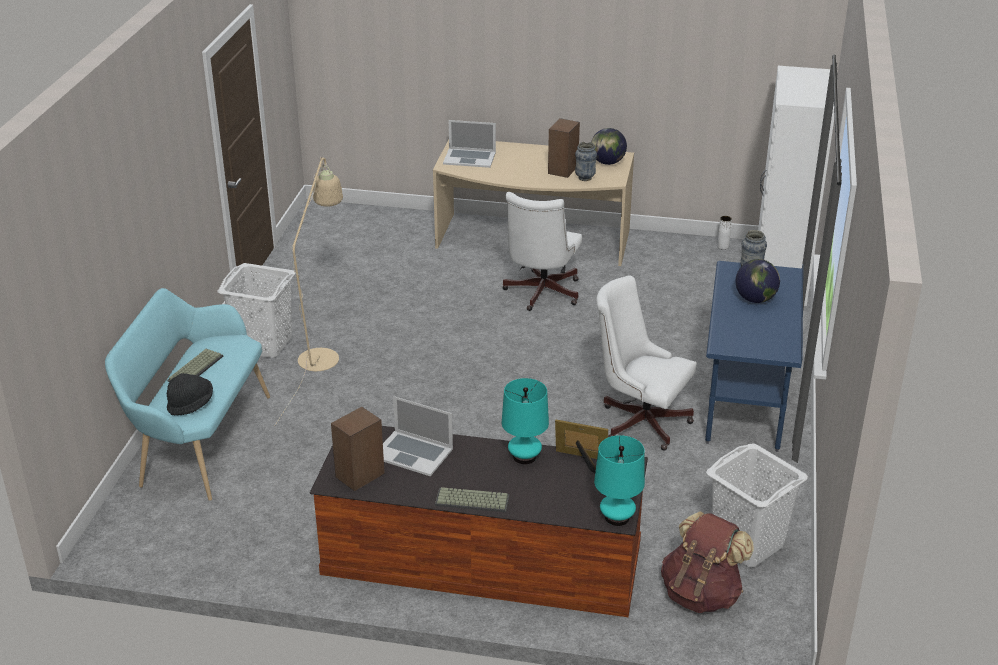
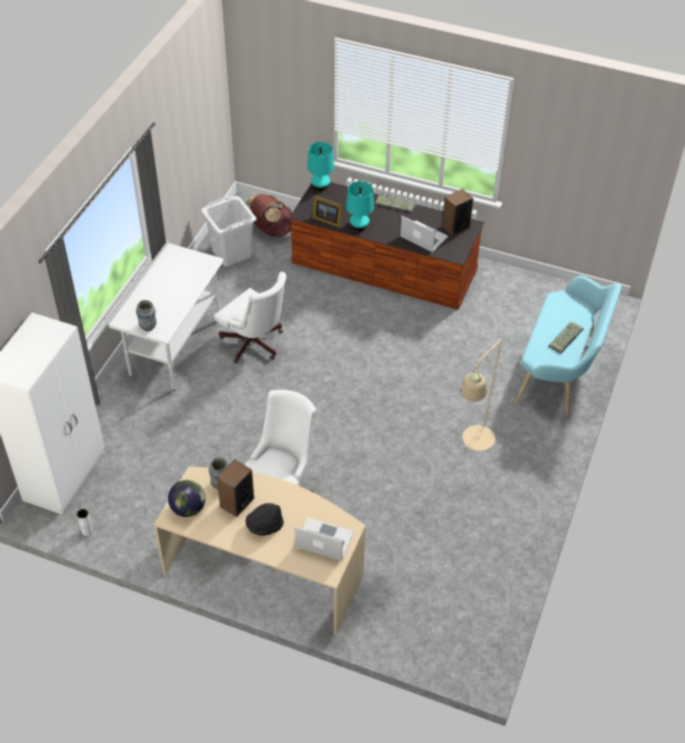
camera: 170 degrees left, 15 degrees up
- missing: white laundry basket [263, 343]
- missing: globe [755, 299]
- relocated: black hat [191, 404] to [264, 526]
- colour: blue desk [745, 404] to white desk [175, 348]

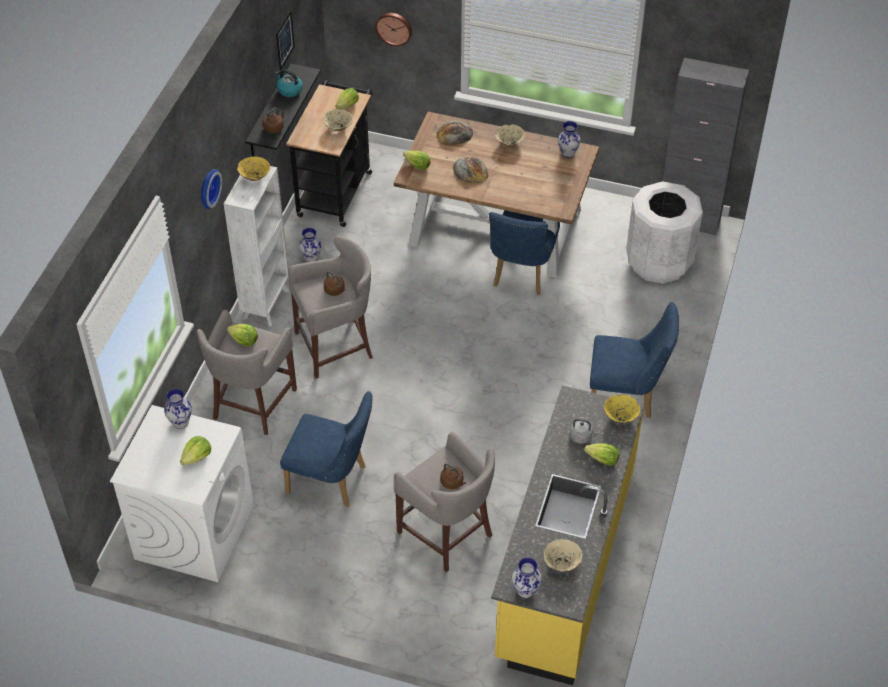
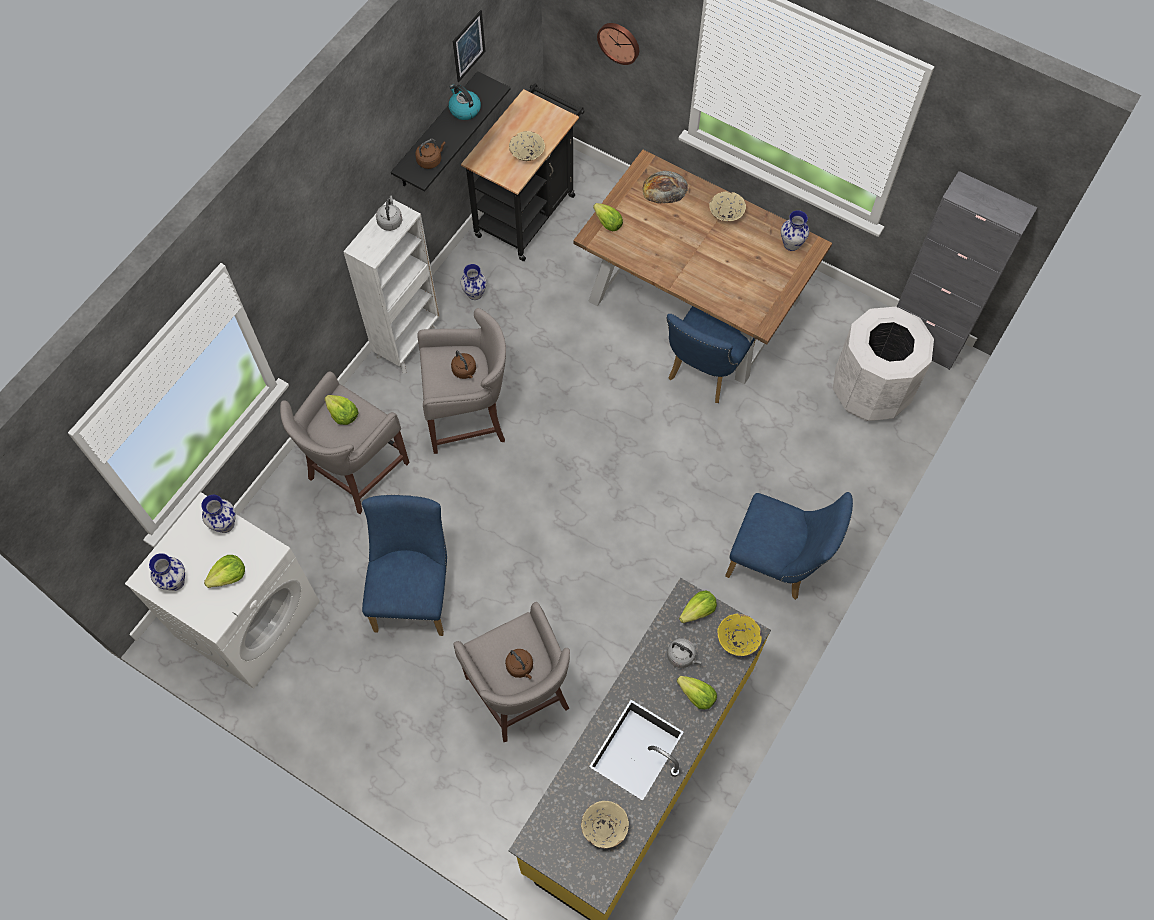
camera: 15 degrees right, 15 degrees up
- missing: wall clock [207, 188]
- missing: bread [470, 170]
- relocated: lettuce [347, 106] to [698, 611]
- relocated: vase [525, 590] to [175, 581]
- exchanged: yellow bowl [254, 176] to grey kettle [390, 221]
- spun: blue chair [332, 481] = [414, 592] 120 degrees counterclockwise

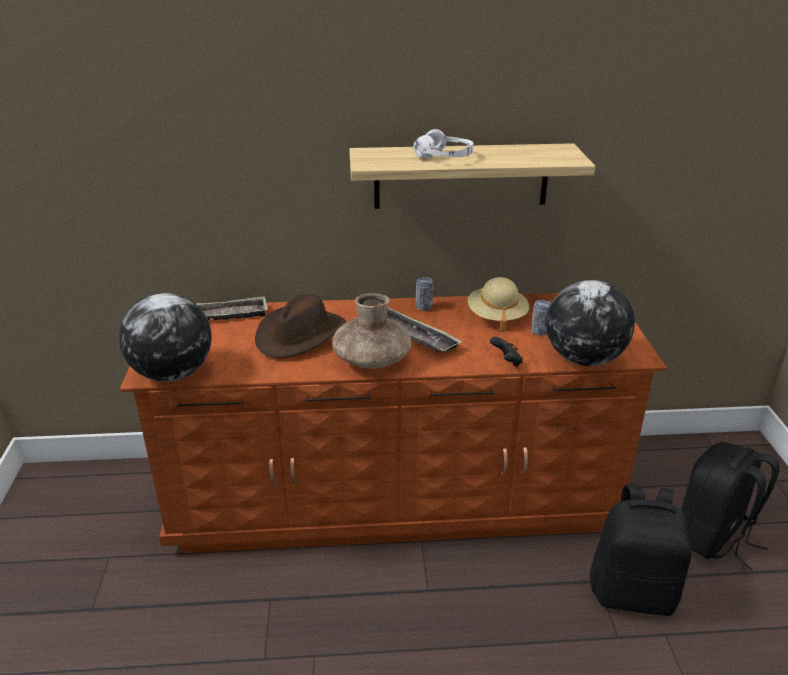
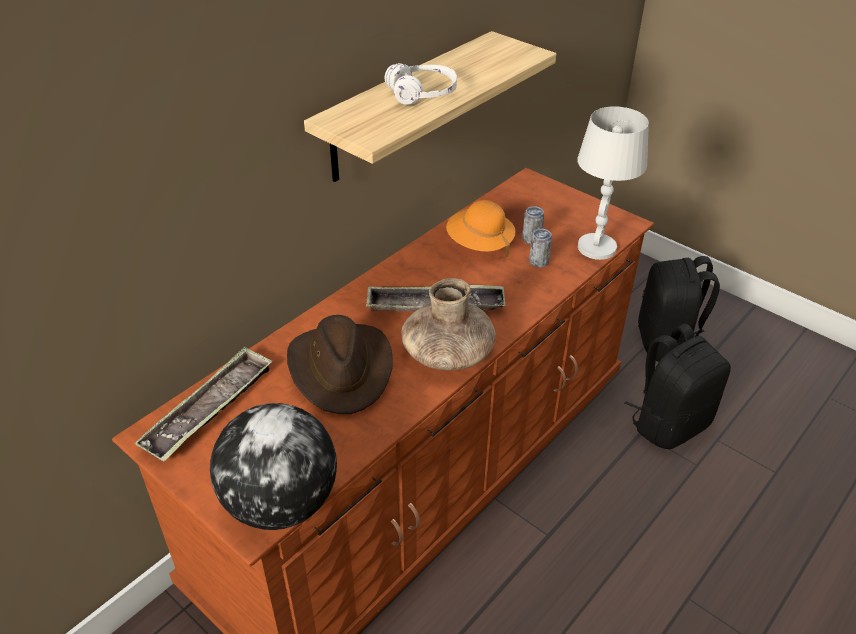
camera: 45 degrees left, 10 degrees up
- missing: black game controller [506, 362]
- relocated: can [424, 307] to [538, 262]
- exchanged: globe [583, 359] to white table lamp [597, 248]
- colour: beige hat [496, 317] to orange hat [479, 243]

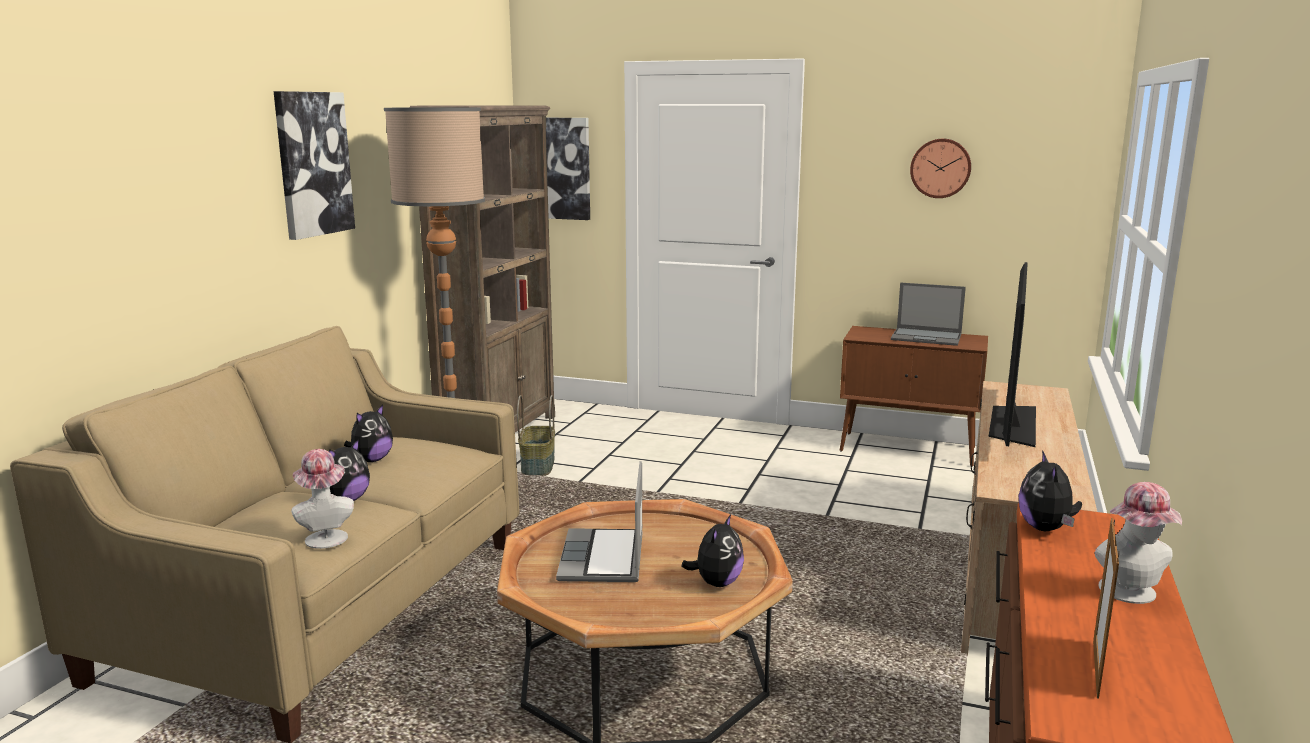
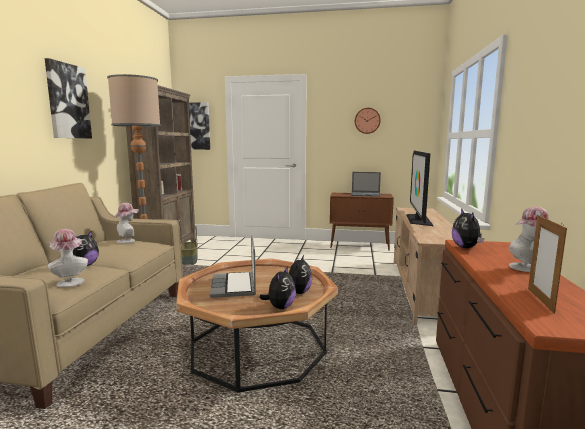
camera: 10 degrees left, 5 degrees down
- appeared: hat [128, 240]
- relocated: plush toy [371, 460] to [280, 307]

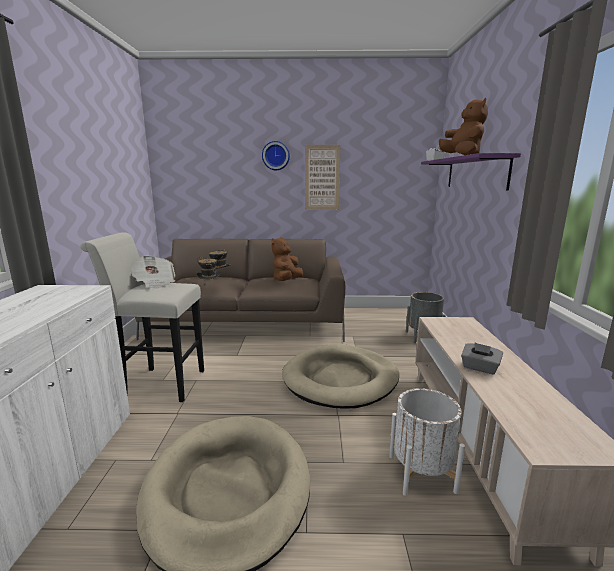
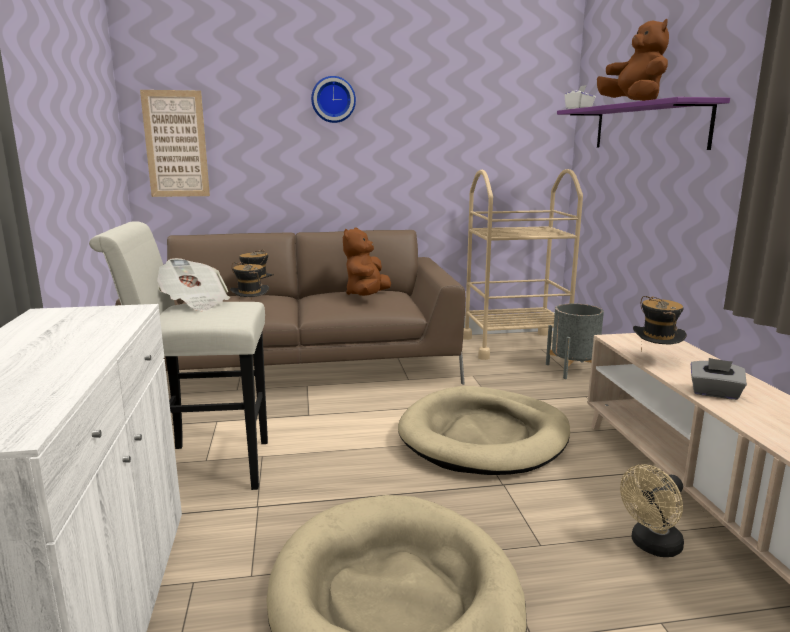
camera: 10 degrees left, 0 degrees up
- appeared: beige cart [515, 345]
- appeared: hat [655, 360]
- relocated: picture [322, 178] to [176, 144]
- exchanged: white planter [421, 473] to beige fan [652, 546]

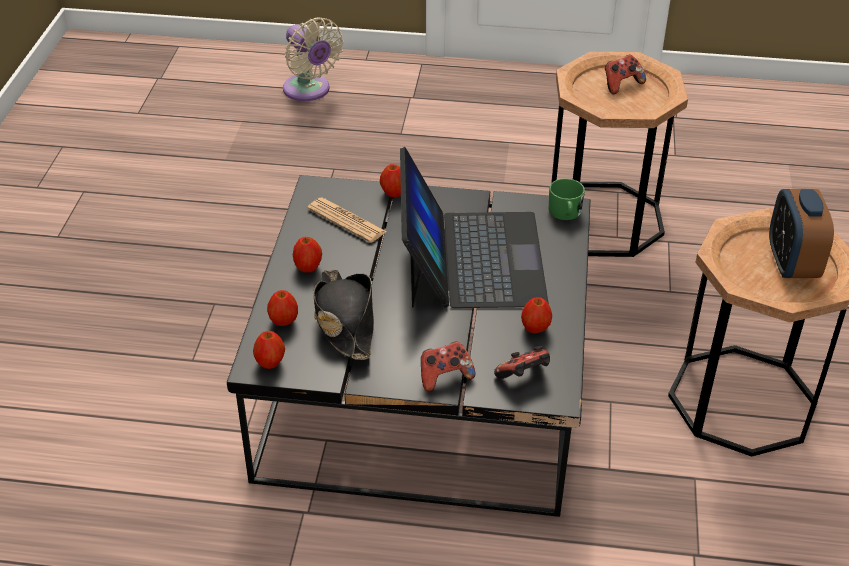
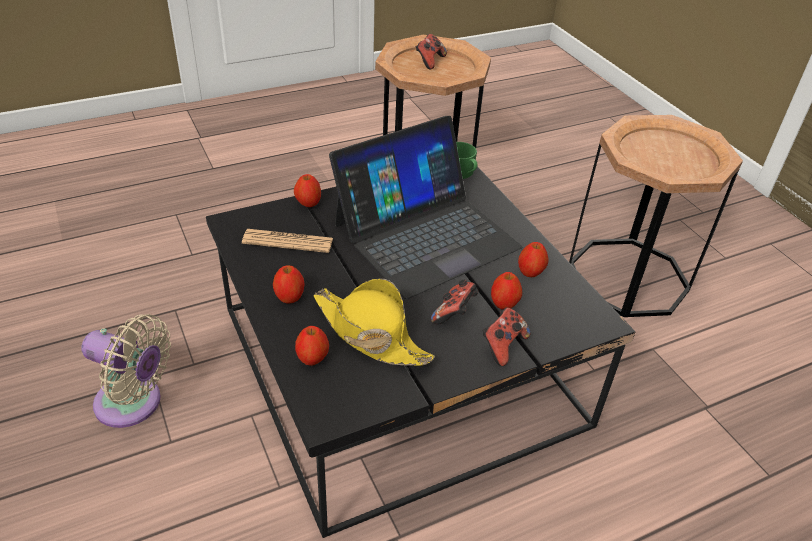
camera: 35 degrees left, 0 degrees up
- missing: alarm clock [791, 264]
- relocated: apple [270, 363] to [504, 304]
- relocated: beige fan [309, 91] to [134, 404]
- relocated: game controller [524, 376] to [454, 314]
- colour: black hat [344, 321] to yellow hat [369, 333]
- spun: laptop [471, 259] = [425, 235] 90 degrees clockwise

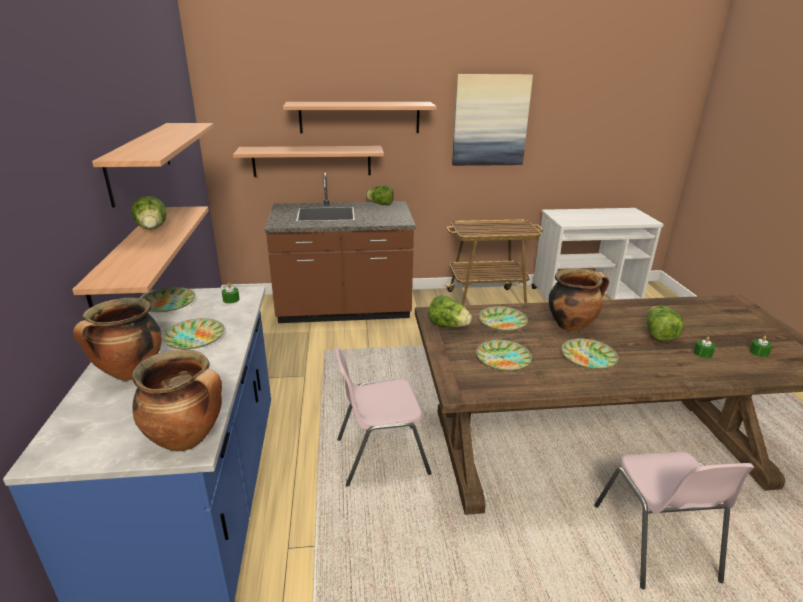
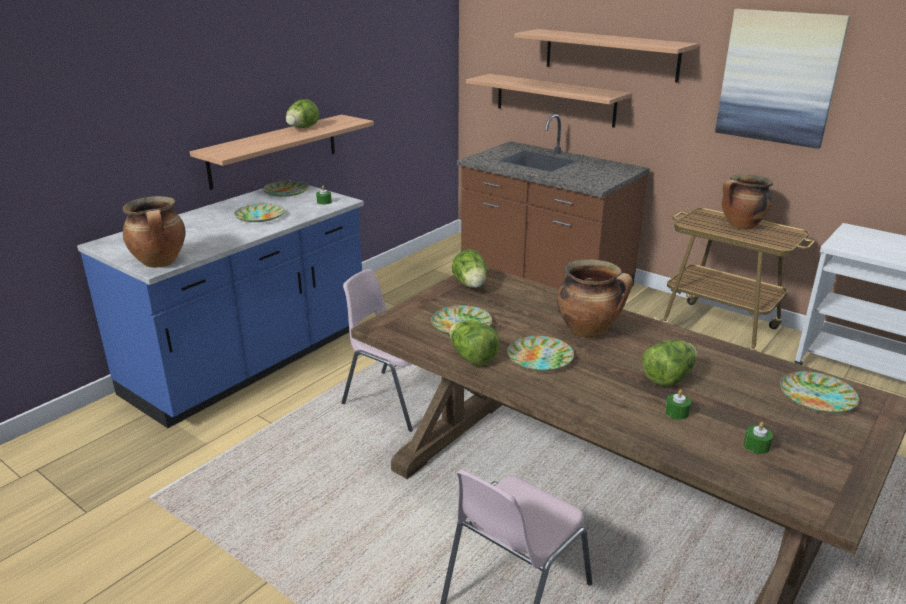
camera: 45 degrees right, 0 degrees up
- missing: shelf [140, 161]
- relocated: cooking pot [131, 373] to [741, 226]
- relocated: lettuce [380, 204] to [472, 357]
- relocated: plate [502, 321] to [817, 396]

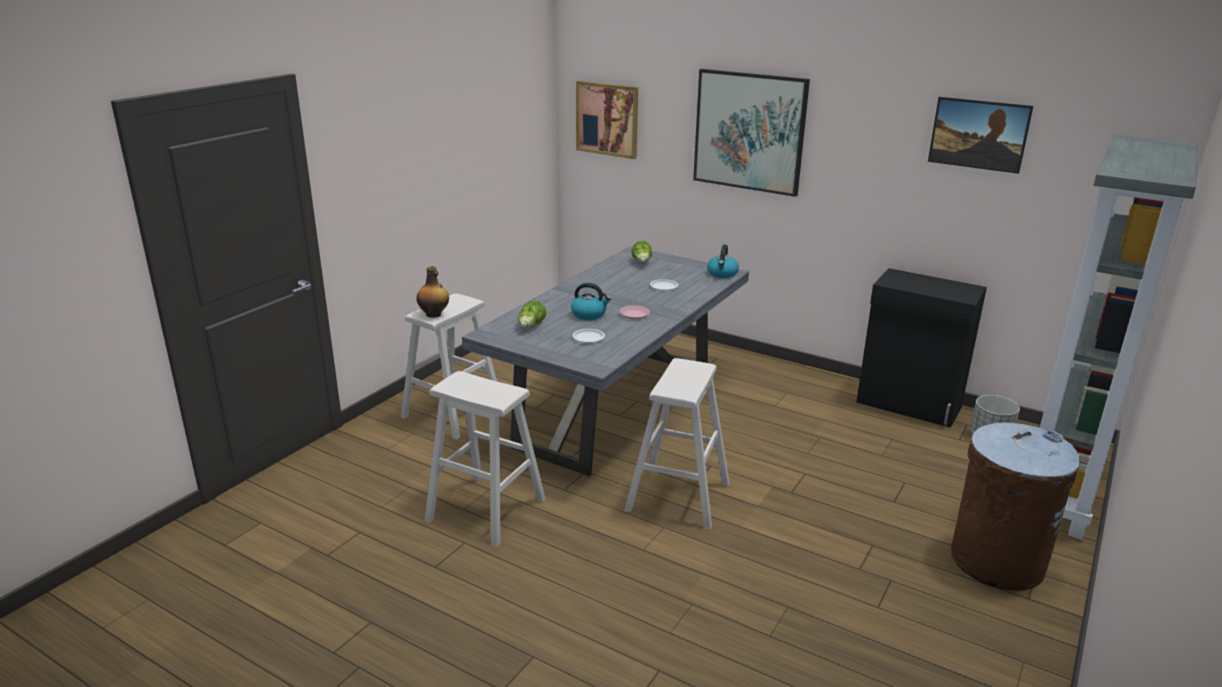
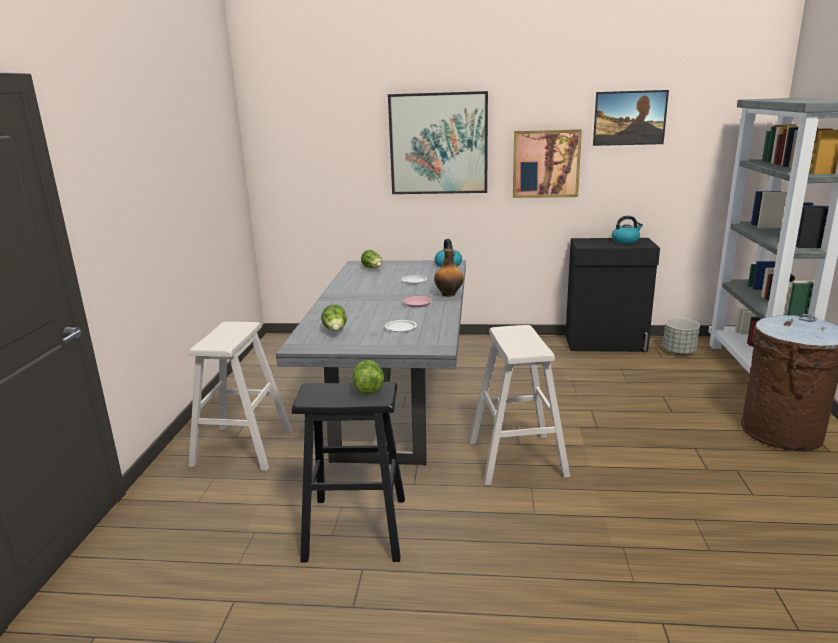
camera: 25 degrees left, 5 degrees down
- appeared: lettuce [368, 387]
- relocated: bottle [434, 314] to [449, 294]
- relocated: kettle [589, 314] to [625, 241]
- relocated: picture [607, 119] to [546, 164]
- colour: beige stool [486, 510] to black stool [355, 528]

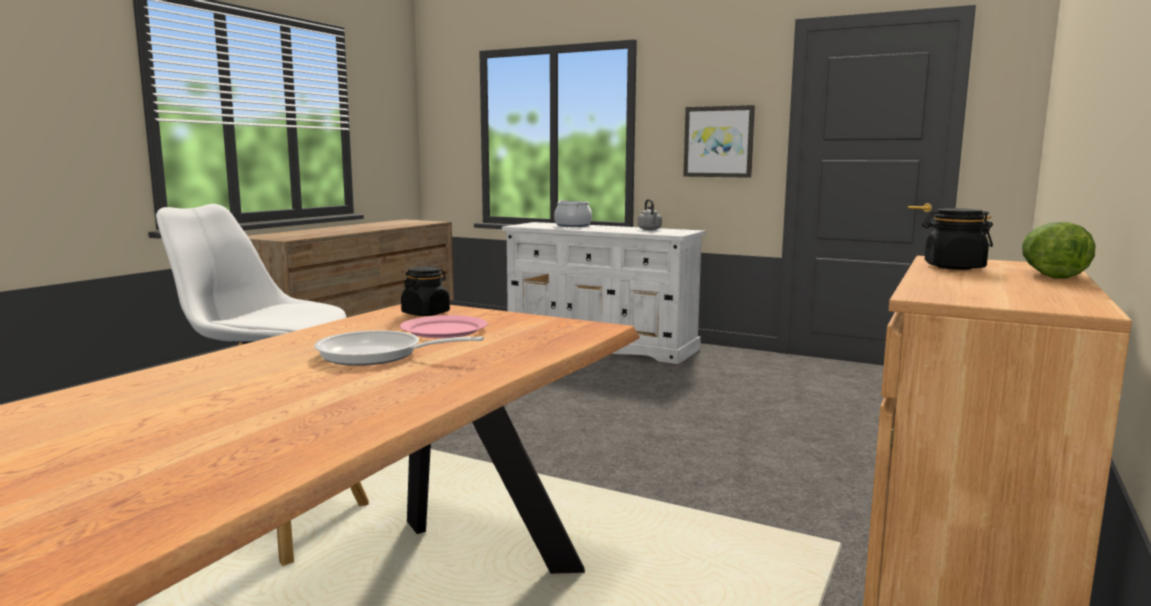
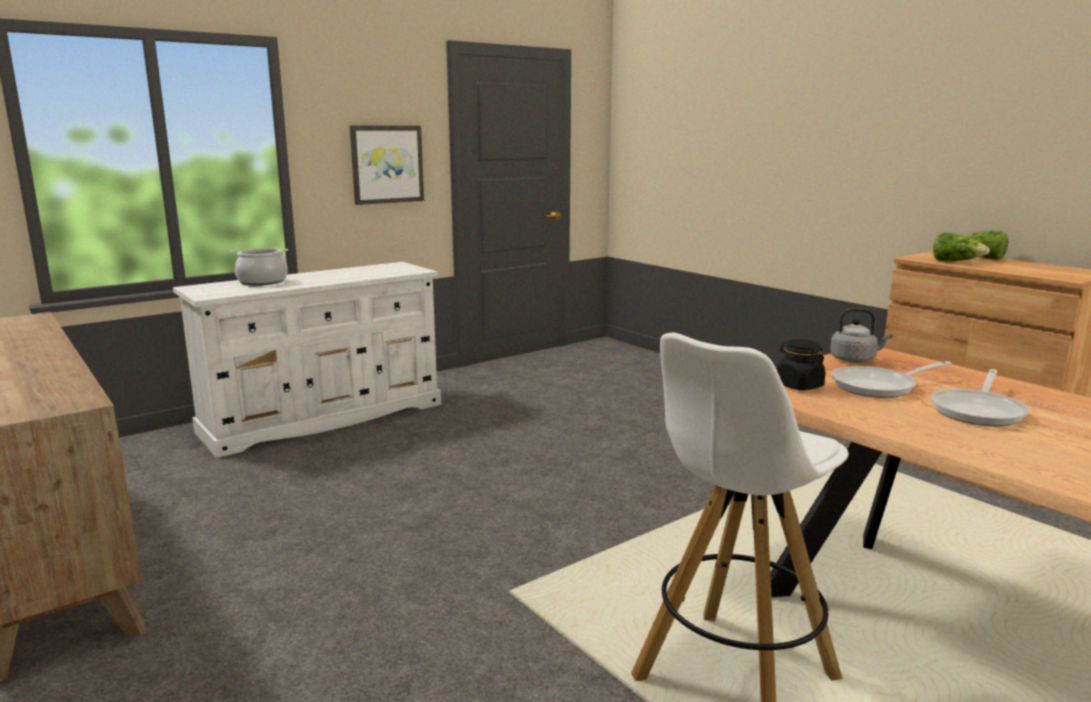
camera: 65 degrees left, 5 degrees up
- relocated: grey kettle [650, 229] to [855, 360]
- exchanged: pink plate [444, 330] to frying pan [879, 387]
- exchanged: black jar [953, 267] to lettuce [955, 262]

